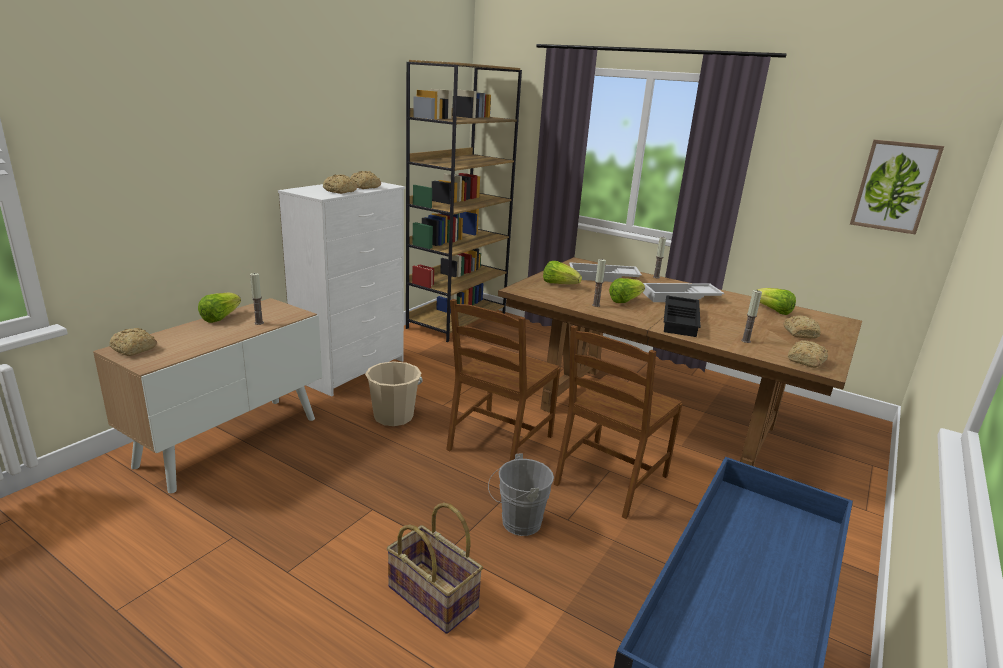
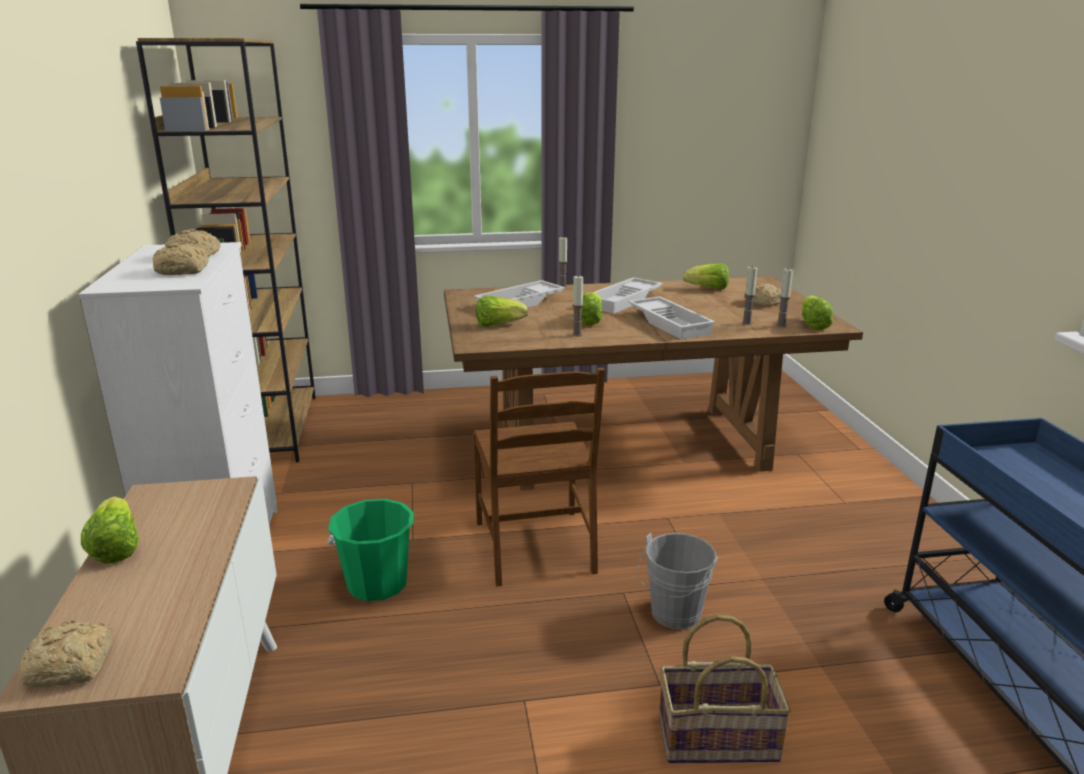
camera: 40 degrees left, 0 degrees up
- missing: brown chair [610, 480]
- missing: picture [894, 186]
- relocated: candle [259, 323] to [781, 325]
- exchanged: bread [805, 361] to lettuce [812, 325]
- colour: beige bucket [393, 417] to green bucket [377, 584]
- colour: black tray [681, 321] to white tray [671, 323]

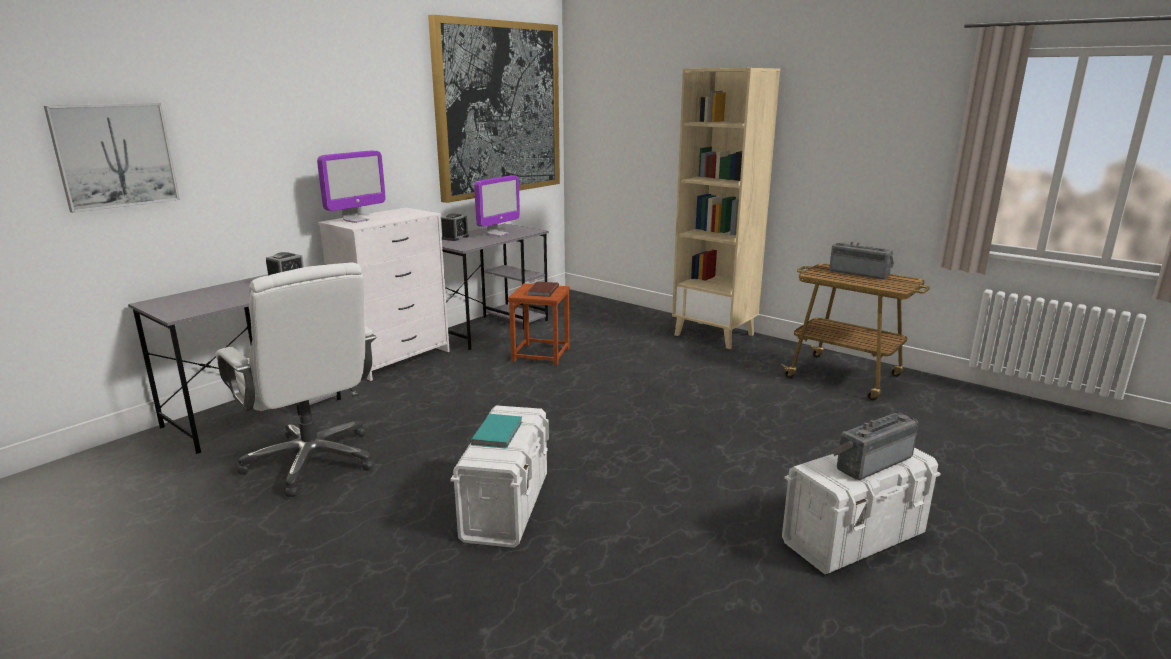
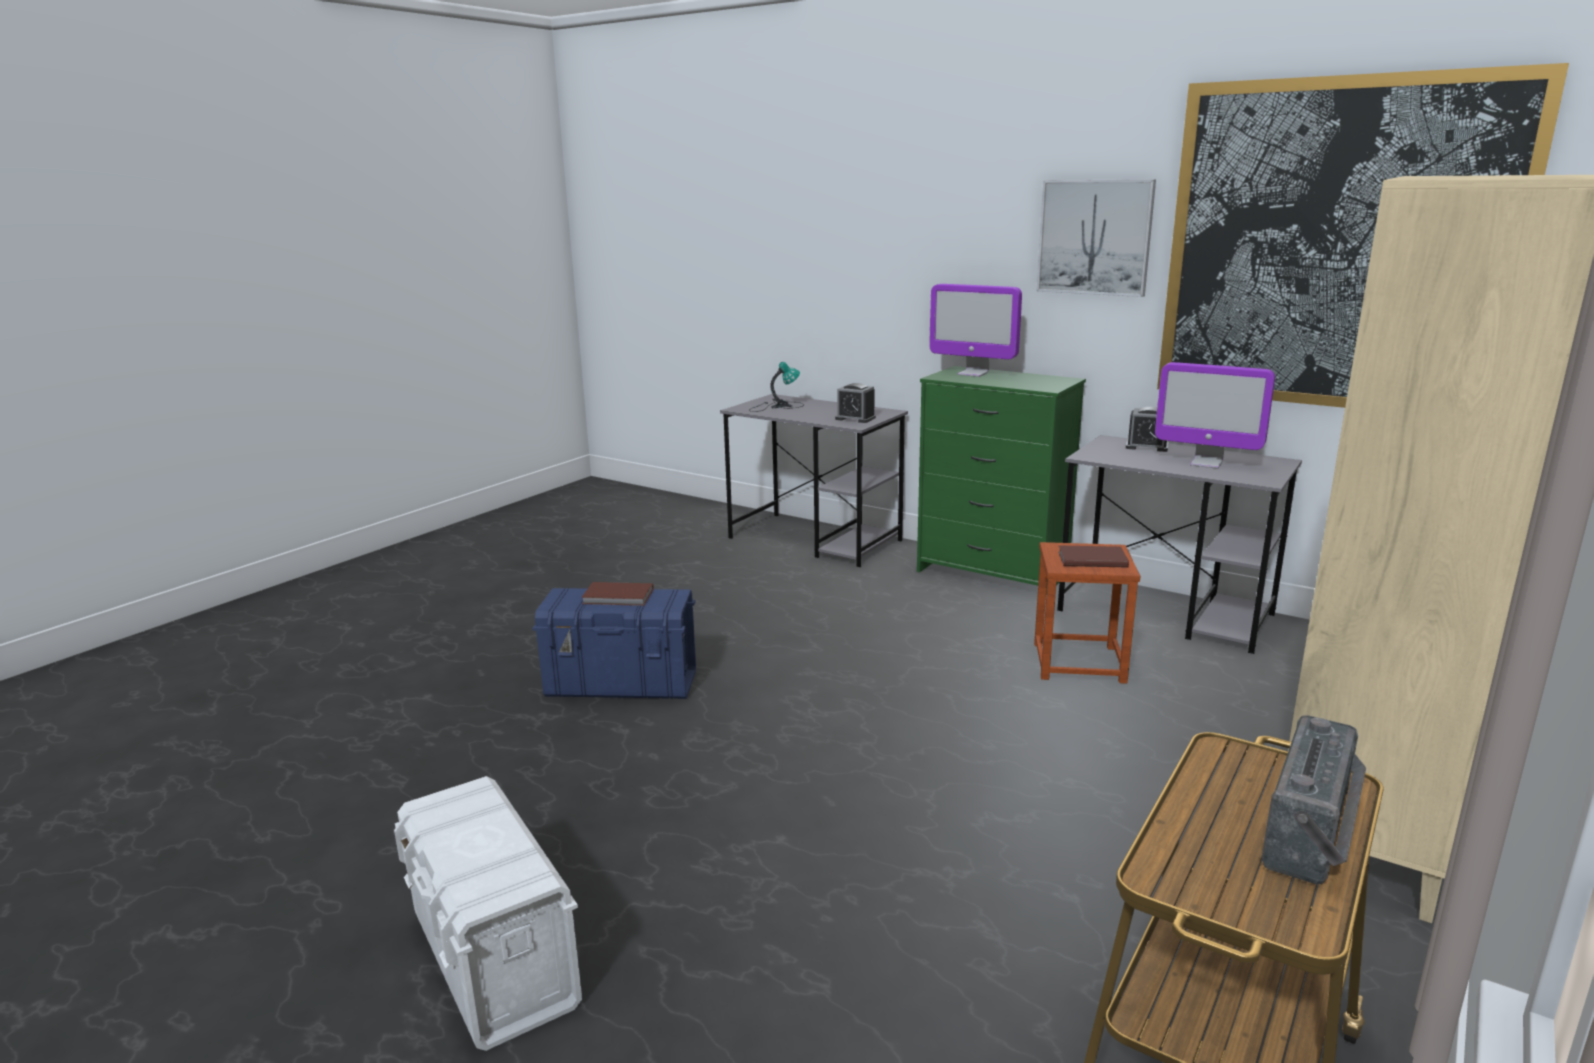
camera: 85 degrees right, 0 degrees up
- missing: white office chair [313, 461]
- missing: radio [870, 461]
- appeared: table lamp [777, 406]
- relocated: picture [115, 155] to [1095, 237]
- colour: white dresser [395, 359] to green dresser [991, 573]
- colour: white storage box [506, 506] to blue storage box [622, 684]
- colour: turquoise book [499, 433] to brown book [618, 597]

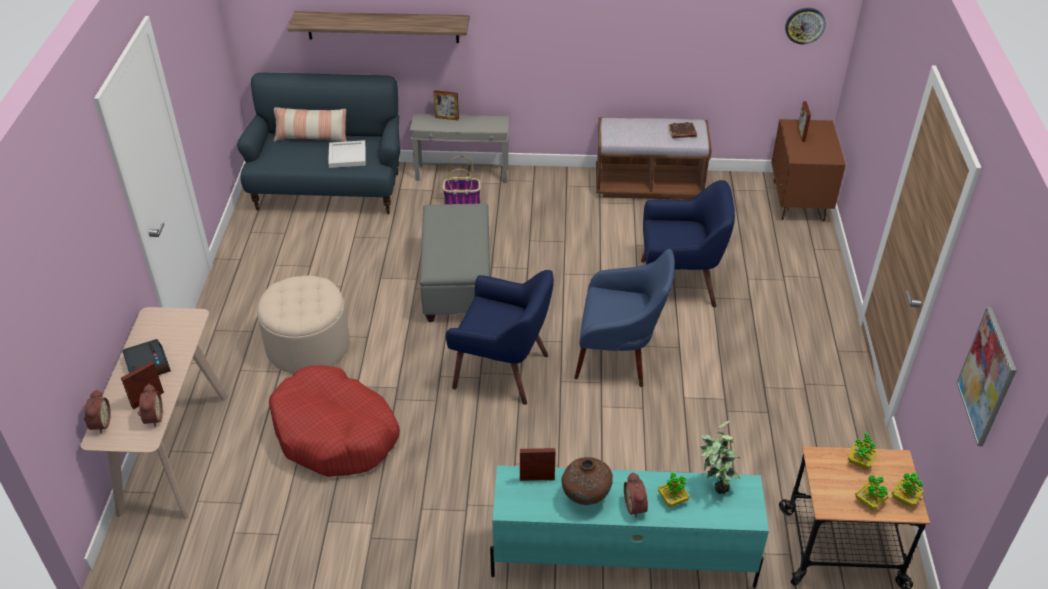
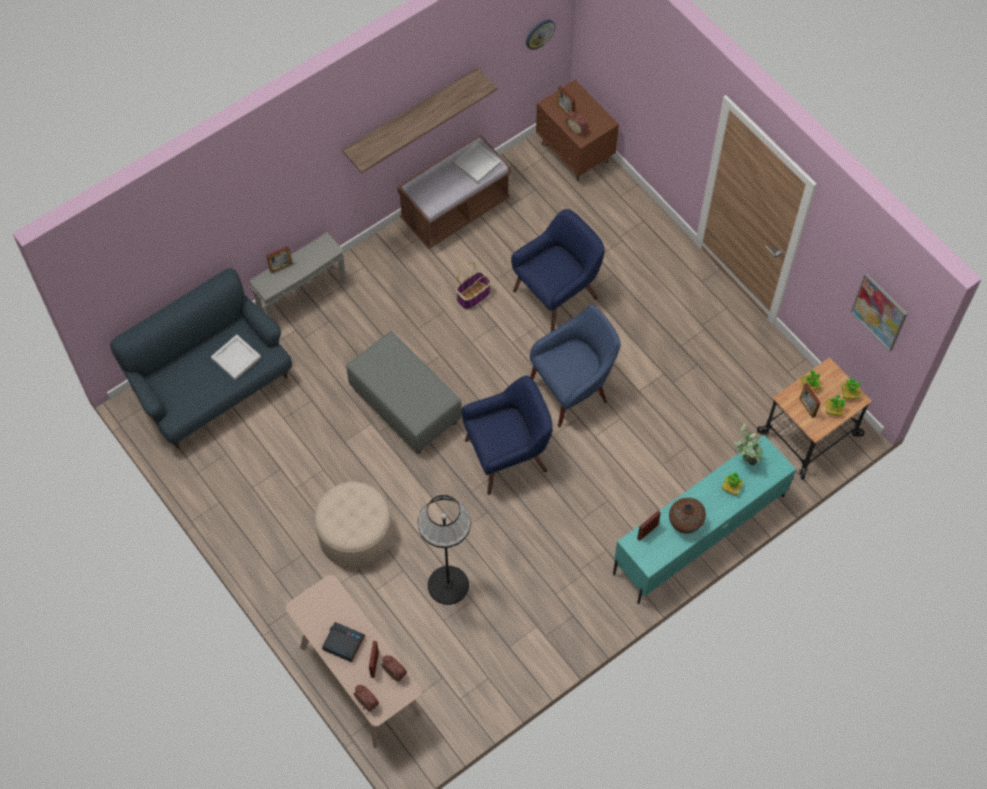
camera: 40 degrees left, 20 degrees up
- missing: pillow [312, 138]
- appeared: picture frame [807, 407]
- relocated: shelf [382, 27] to [411, 116]
- relocated: basket [463, 201] to [473, 295]
- relocated: alarm clock [636, 506] to [577, 129]
- exchanged: red dog bed [335, 433] to black floor lamp [448, 585]
- exchanged: brown book [682, 133] to white tray [477, 164]

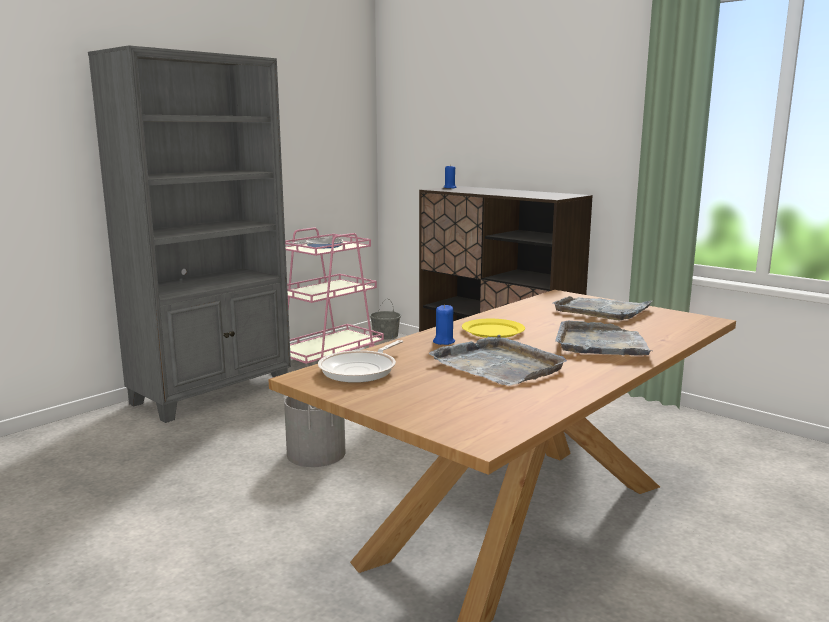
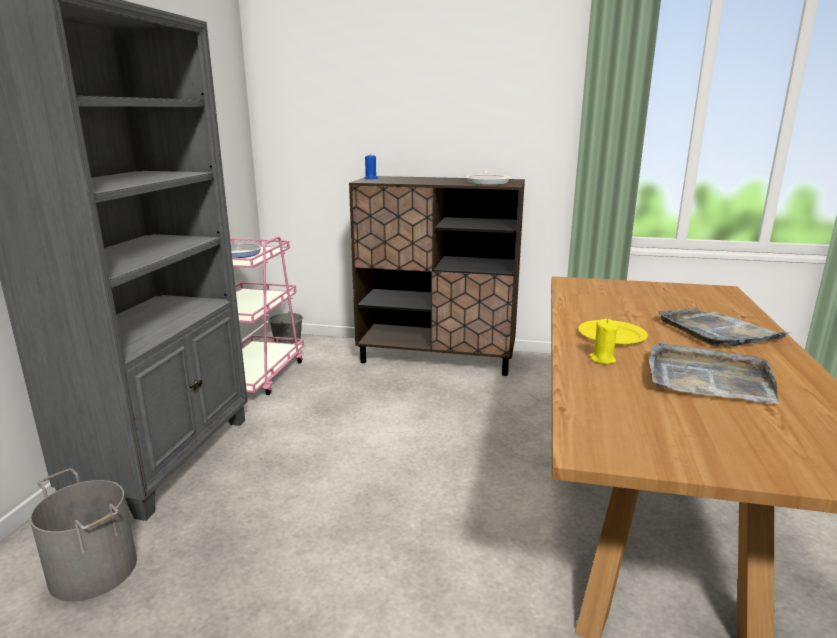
camera: 30 degrees left, 5 degrees up
- missing: grey tray [602, 310]
- relocated: grey bucket [317, 453] to [94, 569]
- relocated: frying pan [361, 370] to [488, 182]
- colour: blue candle [443, 342] to yellow candle [602, 359]

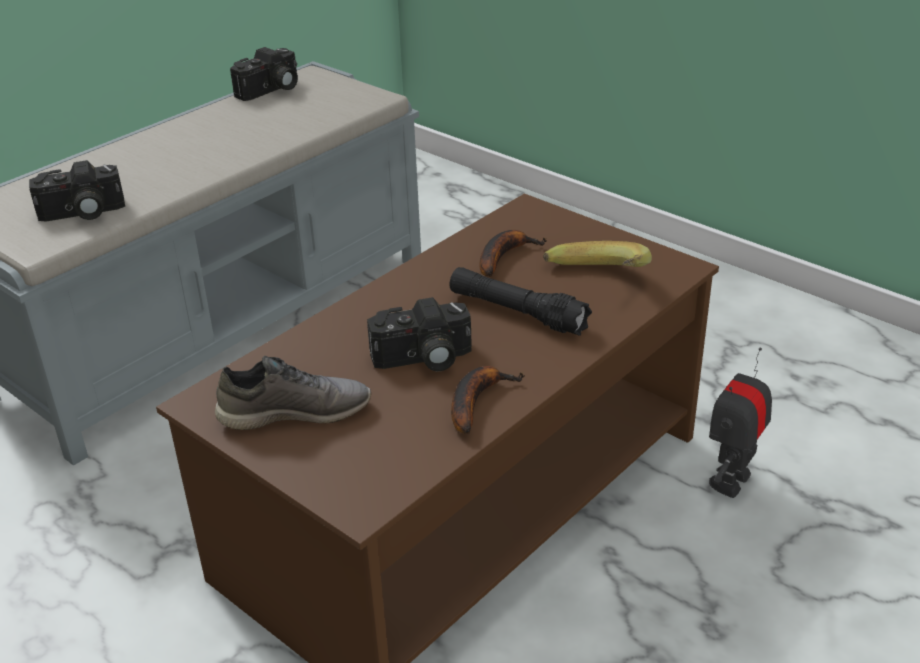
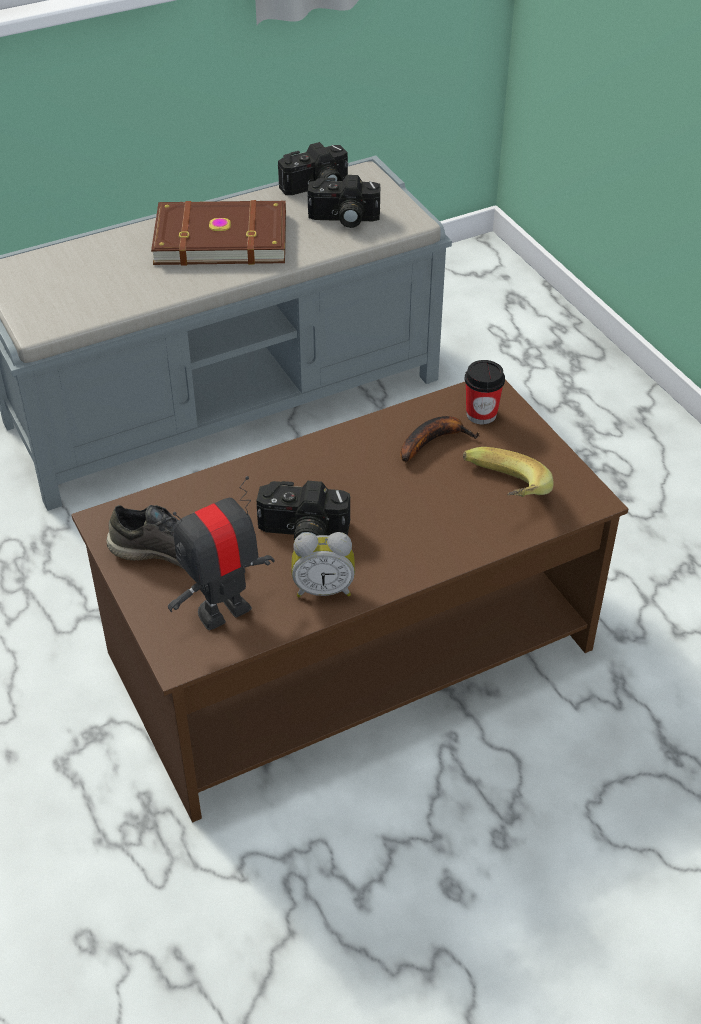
camera: 20 degrees right, 10 degrees up
- missing: black flashlight [517, 313]
- appeared: brown book [220, 237]
- appeared: cup [481, 414]
- relocated: photo camera [82, 214] to [343, 219]
- relocated: toy robot [731, 481] to [223, 611]
- exchanged: banana [476, 401] to alarm clock [323, 589]

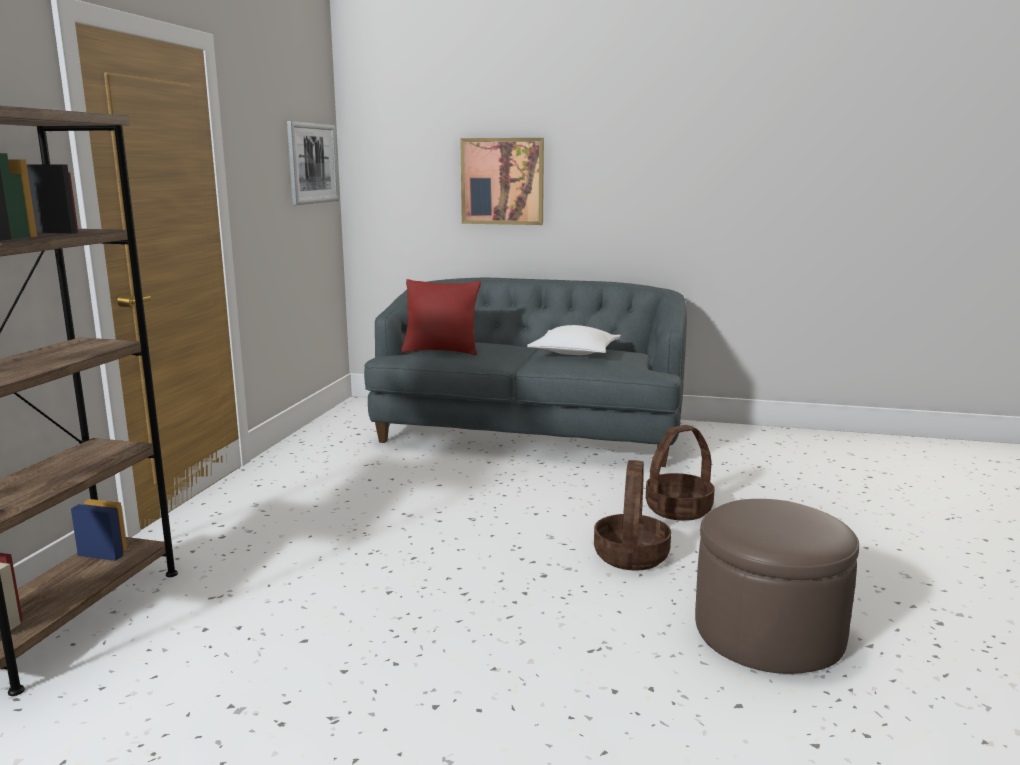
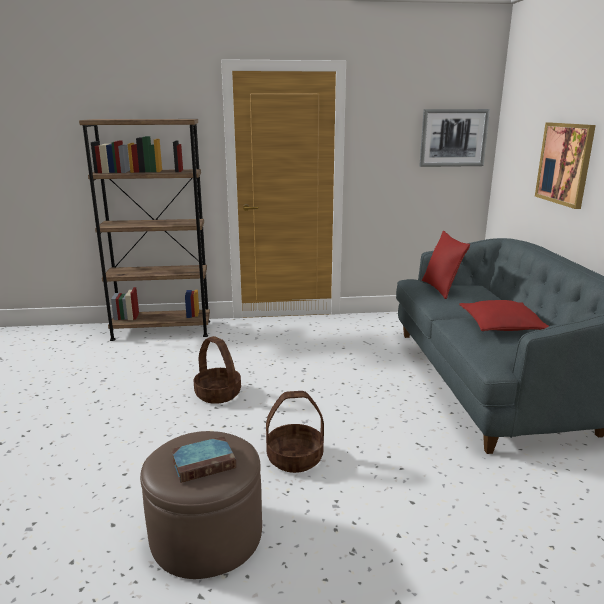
camera: 70 degrees right, 5 degrees up
- appeared: book [204, 462]
- relocated: basket [678, 509] to [217, 394]
- colour: white pillow [574, 352] to red pillow [501, 326]

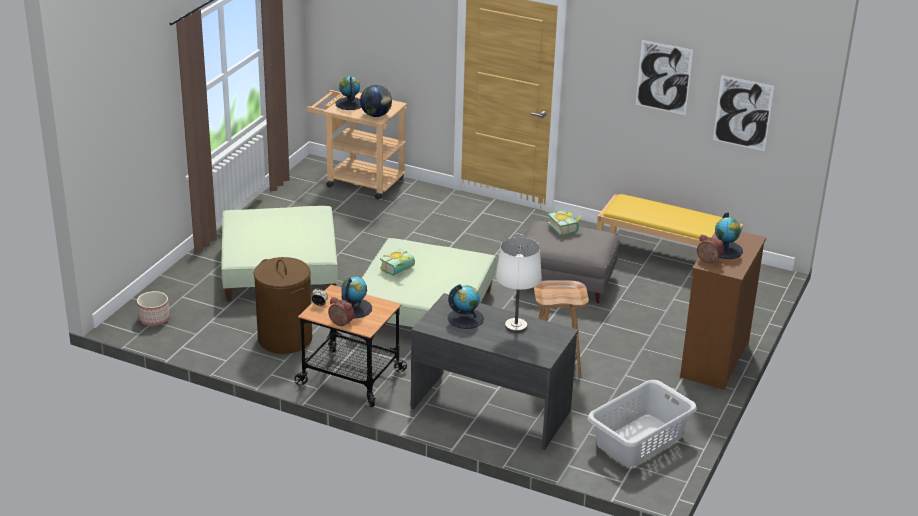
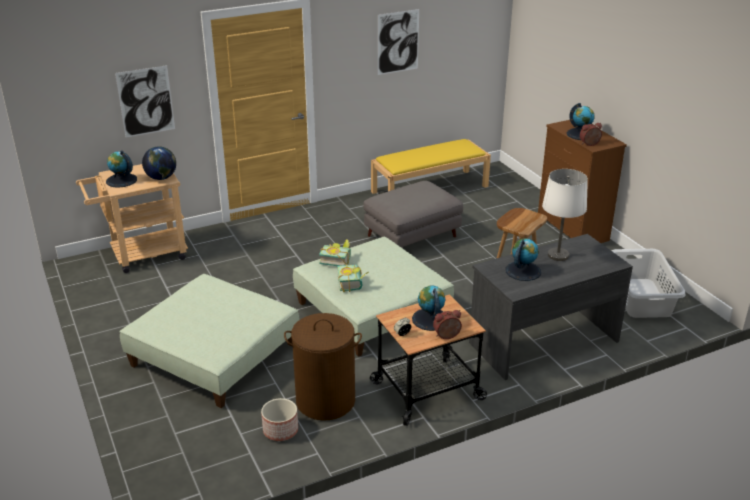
camera: 50 degrees left, 0 degrees up
- relocated: planter [153, 319] to [280, 431]
- relocated: book [565, 228] to [336, 260]
- relocated: picture [743, 113] to [146, 101]

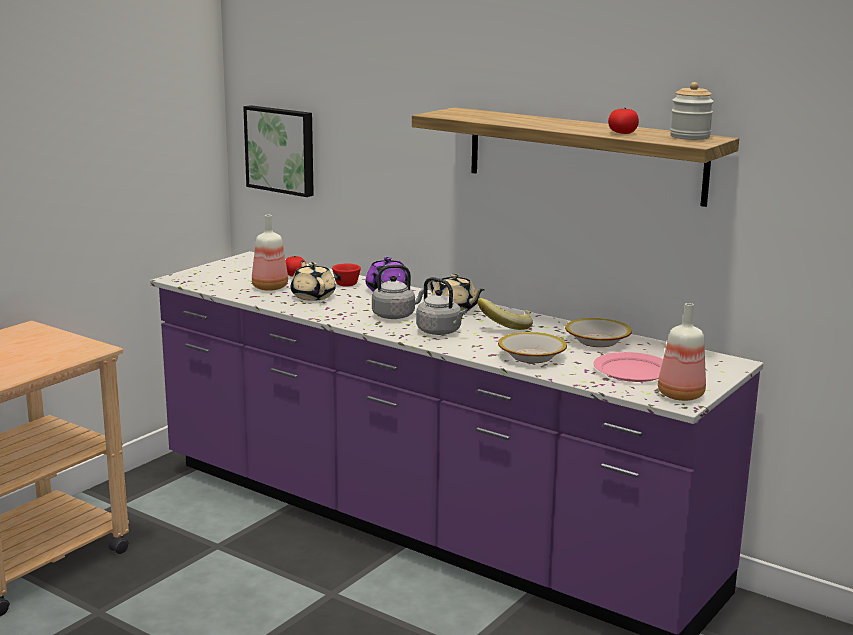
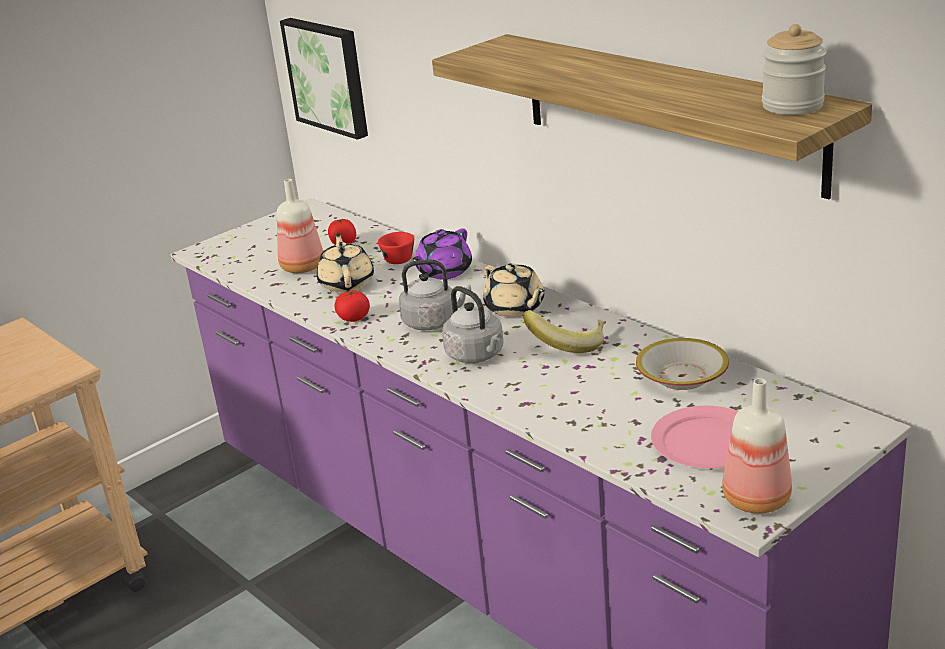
camera: 15 degrees right, 10 degrees up
- missing: bowl [532, 357]
- relocated: tomato [622, 133] to [354, 318]

